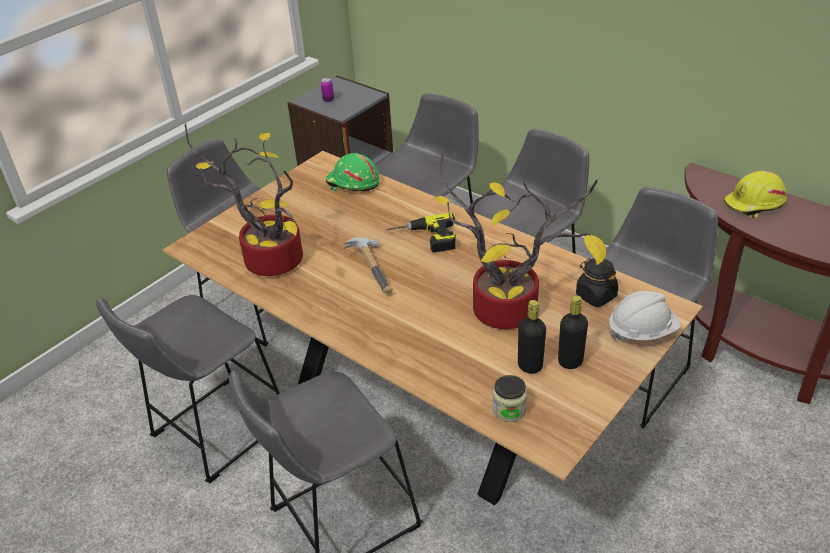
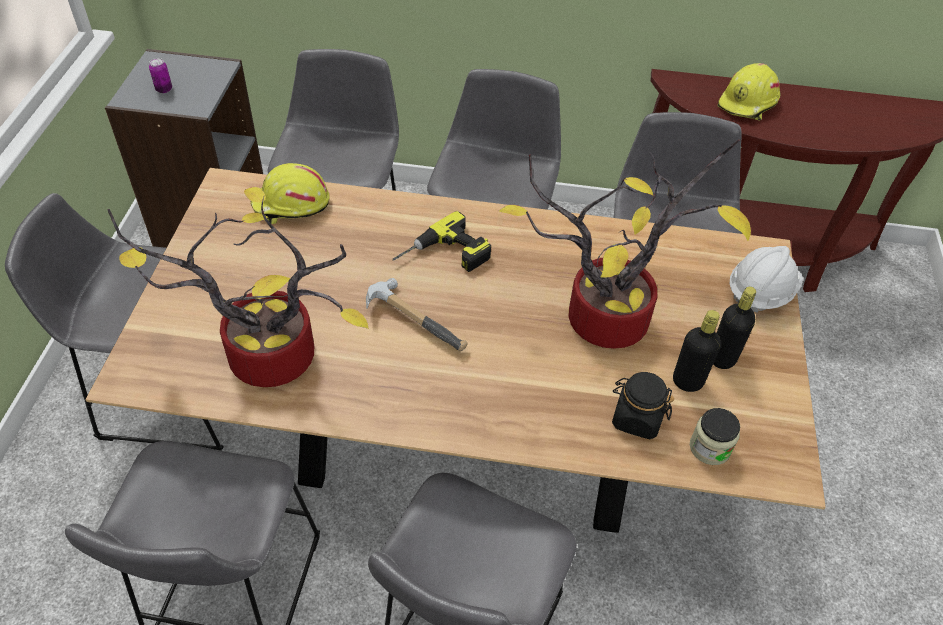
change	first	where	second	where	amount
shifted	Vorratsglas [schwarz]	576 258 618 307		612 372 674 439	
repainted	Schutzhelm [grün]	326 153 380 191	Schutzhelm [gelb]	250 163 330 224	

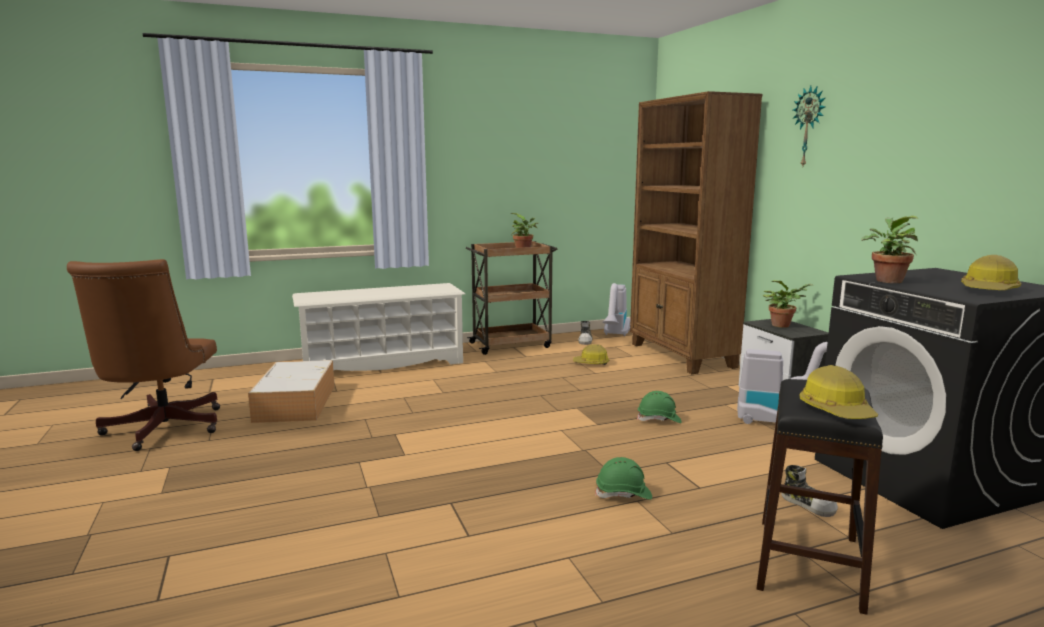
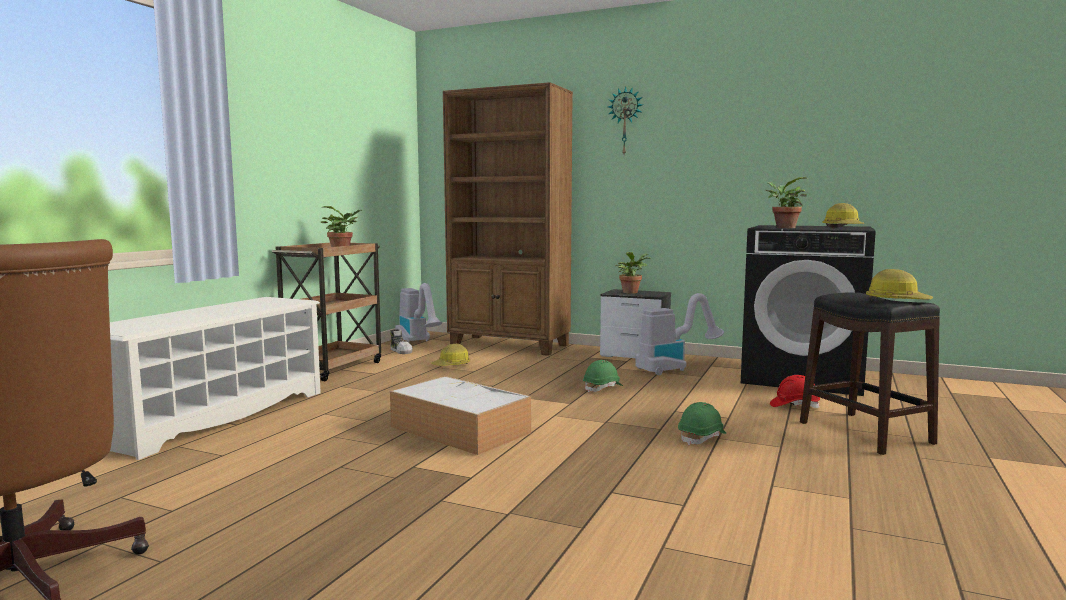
change	first	where	second	where	amount
shifted	Aufbewahrungsbox	248 360 335 423		390 376 531 455	
swapped	Schuh	781 465 838 517	Schutzhelm [rot]	770 375 820 408	

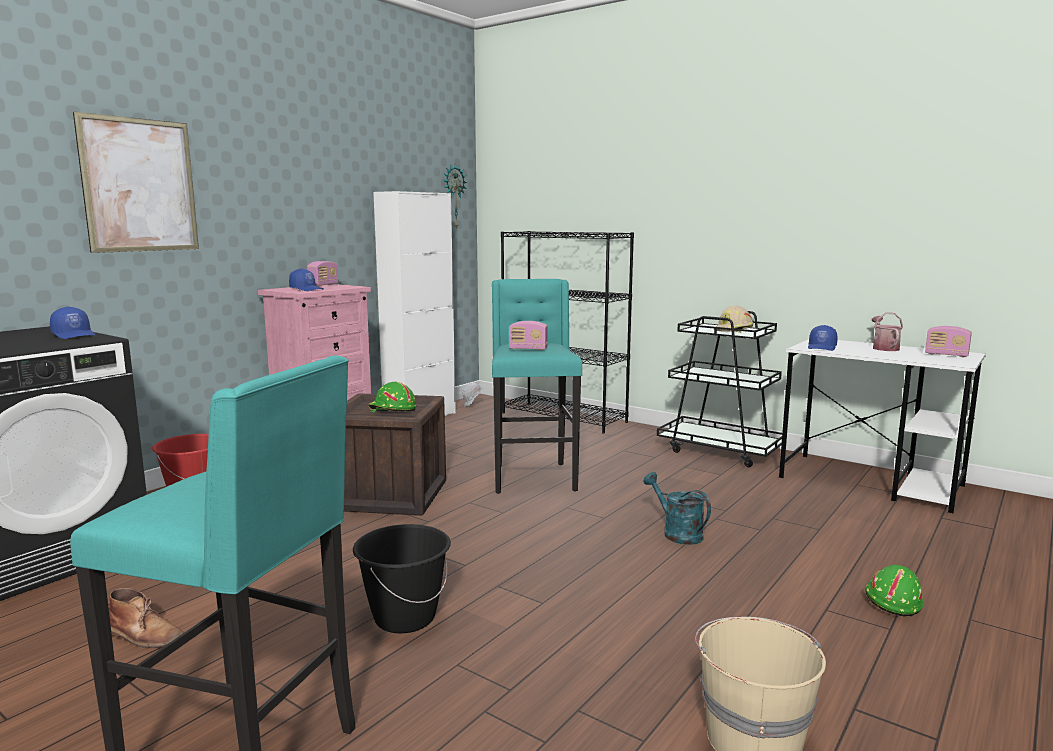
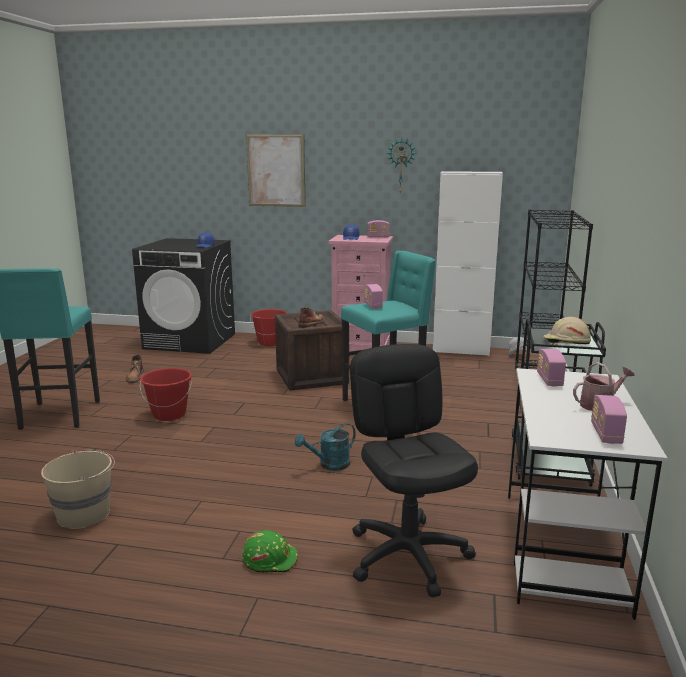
change	first	where	second	where	amount
new			Bürostuhl [schwarz]	350 344 478 598	
shifted	Wanduhr	444 163 467 229		386 138 417 194	
swapped	Schutzhelm [grün]	368 382 416 412	Stiefel [braun]	298 307 325 327	
swapped	Kappe [blau]	808 325 838 351	Radio	537 349 566 386	
repainted	Eimer [schwarz]	353 524 451 633	Eimer [rot]	140 368 192 421	
rotated	Gießkanne [türkis]	643 472 711 545		295 423 356 471	150 degrees counterclockwise

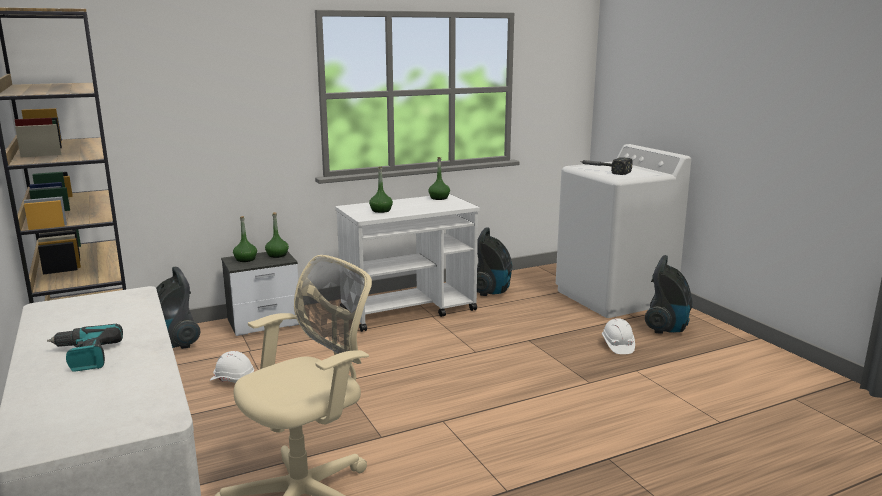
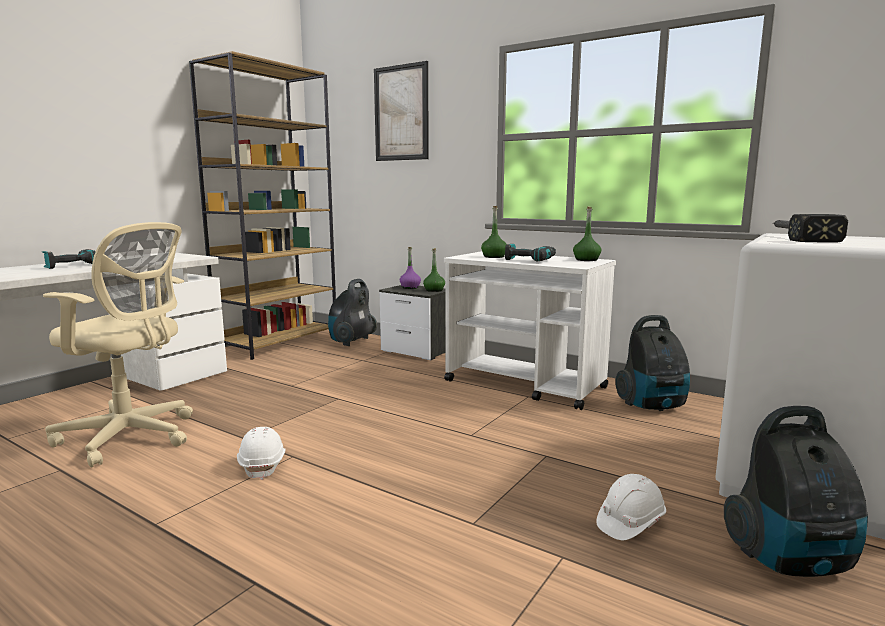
change	first	where	second	where	amount
new			Bild	374 61 429 161	
new			Bohrmaschine	505 244 556 262	
shifted	Schutzhelm [weiß]	210 351 254 383		237 427 286 480	
repainted	Flasche [grün]	233 216 257 262	Flasche [lila]	400 247 421 289	

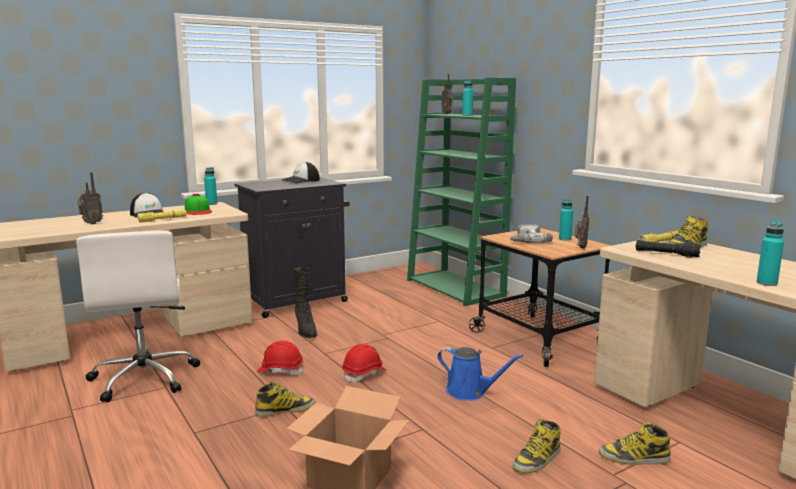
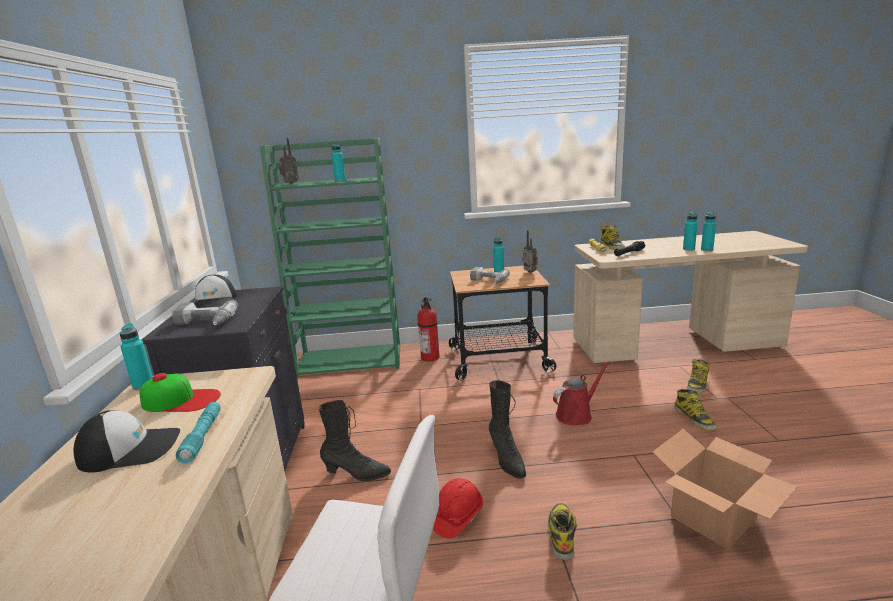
change	first	where	second	where	amount
gone	Radio	78 172 103 225			
new			Bohrmaschine	172 300 238 325	
new			Feuerlöscher	418 297 440 361	
new			Flasche [türkis]	683 212 698 251	
swapped	Schutzhelm [rot]	342 344 386 383	Stiefel [schwarz]	489 380 526 479	
repainted	Taschenlampe [gelb]	137 209 187 222	Taschenlampe [türkis]	176 402 221 463	
repainted	Gießkanne [blau]	437 347 523 401	Gießkanne [rot]	553 361 611 425	

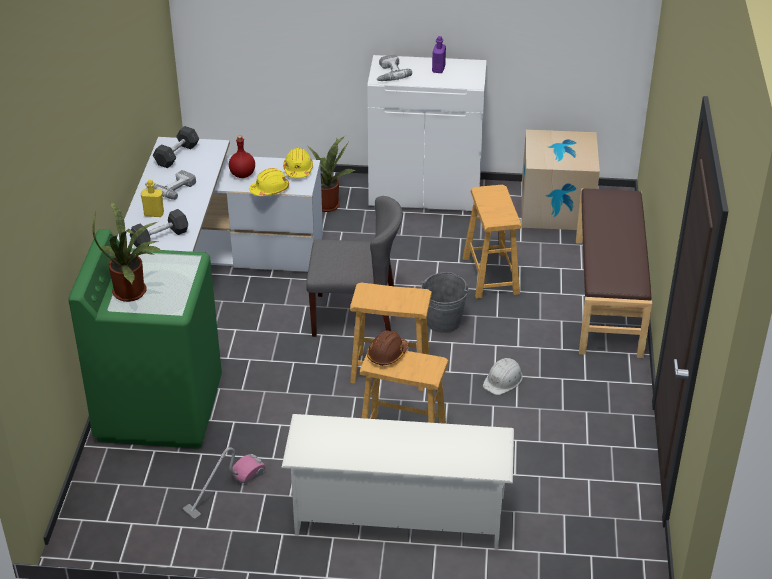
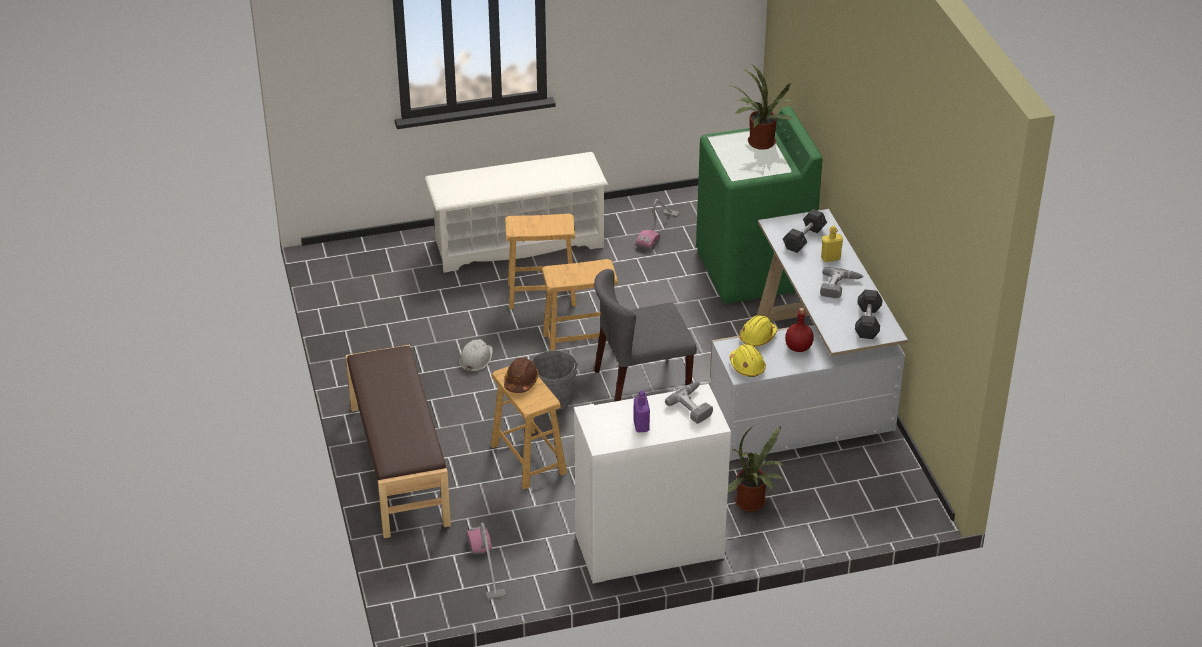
change	first	where	second	where	amount
shifted	Schutzhelm [braun]	367 330 408 366		504 358 539 393	
swapped	Karton	521 130 600 230	Staubsauger	467 522 506 600	

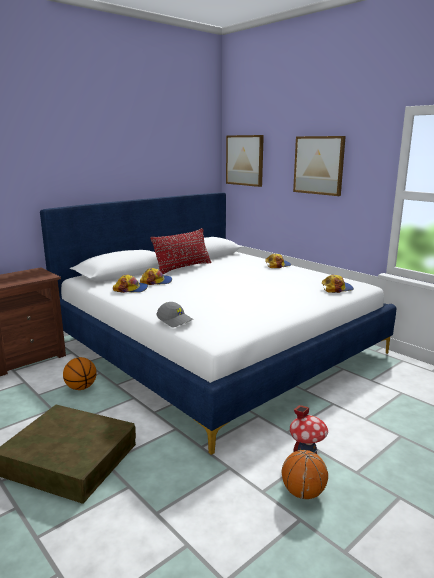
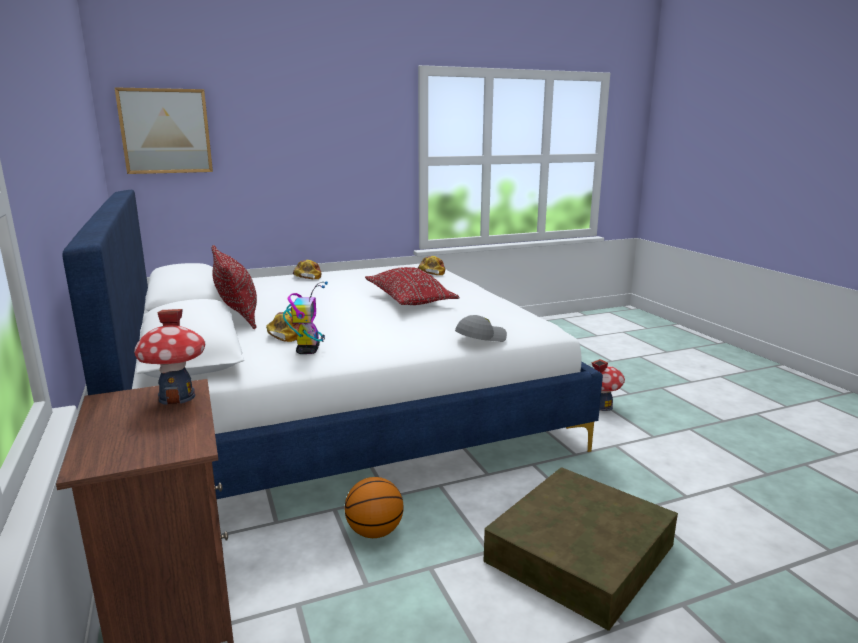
change	first	where	second	where	amount
gone	Basketball	282 450 328 499			
gone	Bild	293 136 346 196			
new			Spielzeughaus	134 309 205 405	
new			Kissen [rot]	365 267 460 305	
swapped	Kappe	113 274 148 293	Spielzeugroboter	283 281 328 354	

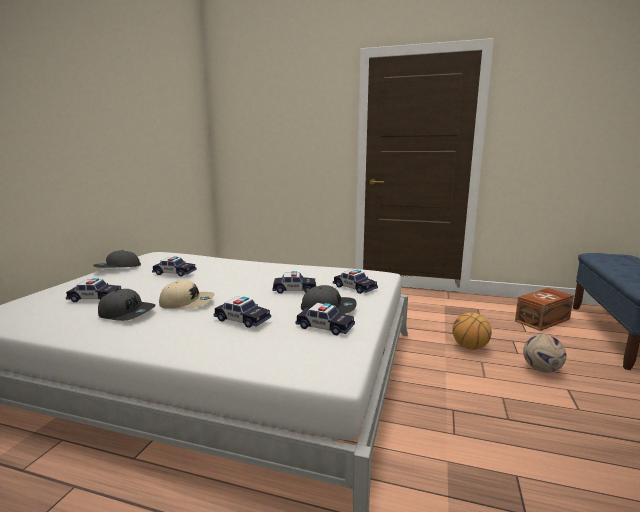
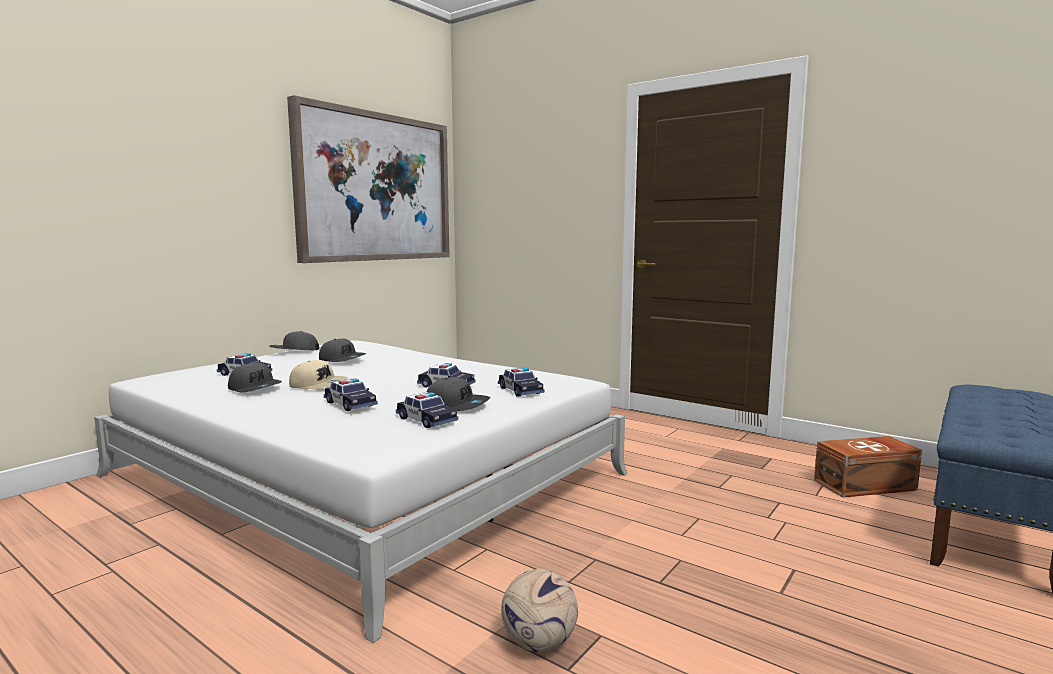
change	first	where	second	where	amount
gone	Basketball	452 312 492 350			
new			Bild	287 95 450 263	
shifted	Fußball	523 334 567 373		501 569 578 652	
swapped	Spielzeugauto	152 257 196 276	Kappe [grau]	319 339 366 362	

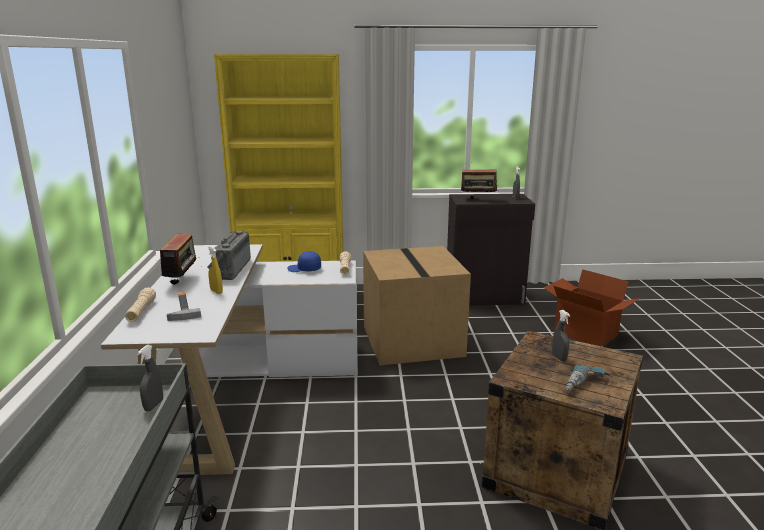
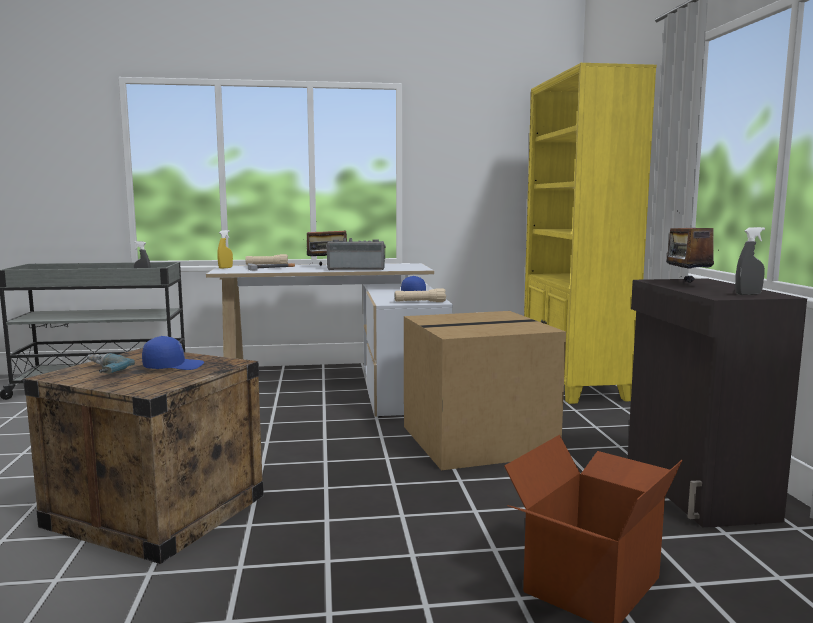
change	first	where	second	where	amount
shifted	Sprühflasche [gelb]	208 246 223 294		217 230 233 269	
swapped	Sprühflasche [grau]	552 310 570 362	Kappe [blau]	142 336 204 370	

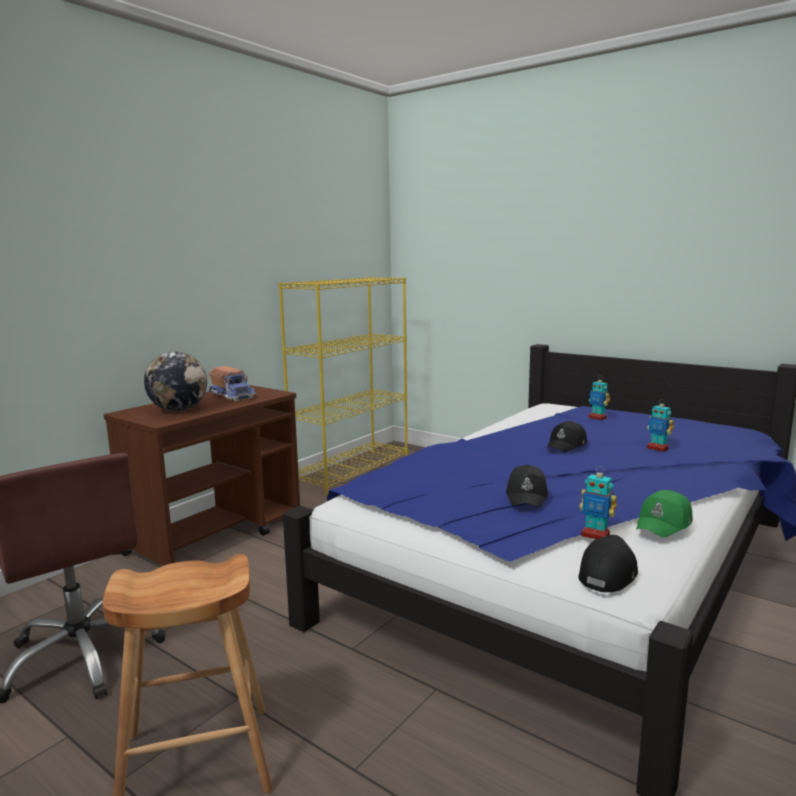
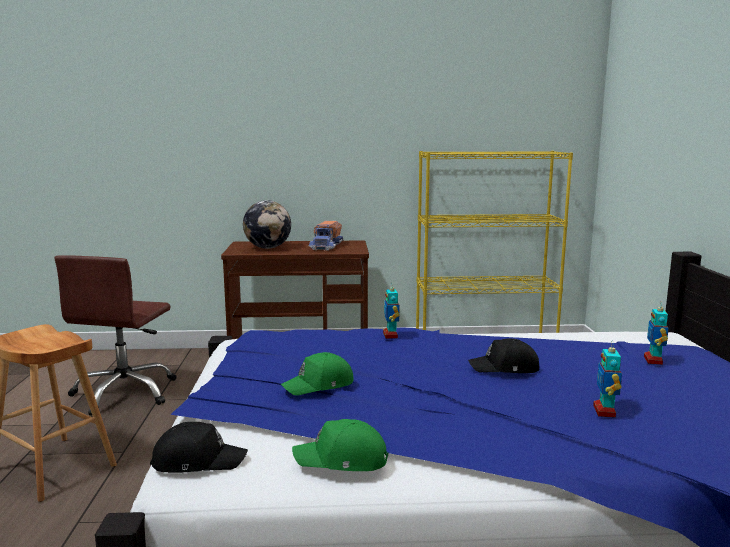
change	first	where	second	where	amount
shifted	Spielzeugroboter	579 466 617 539		383 283 400 339	
repainted	Kappe [schwarz]	506 465 548 508	Kappe [grün]	281 352 353 396	

